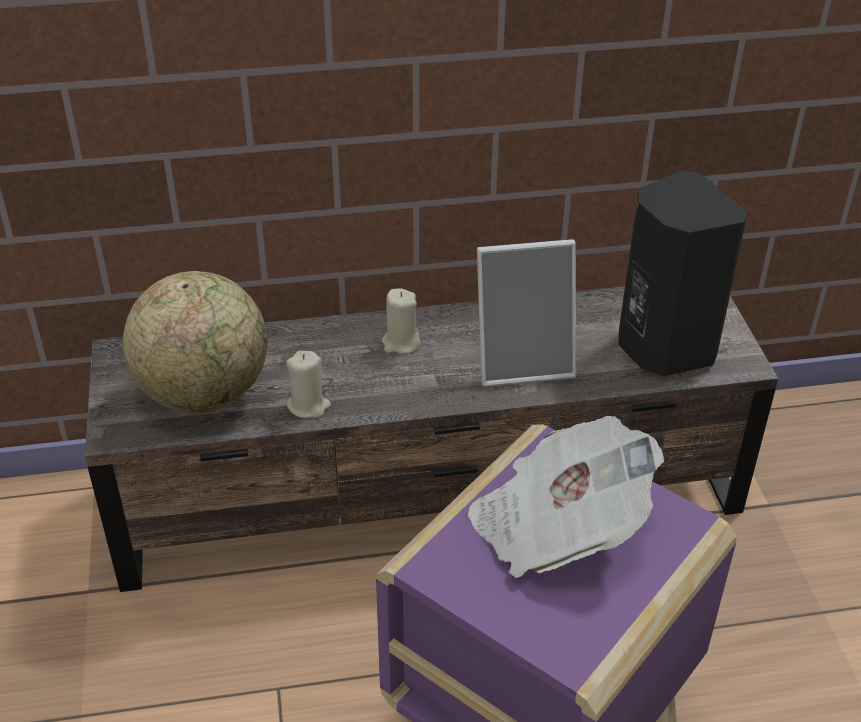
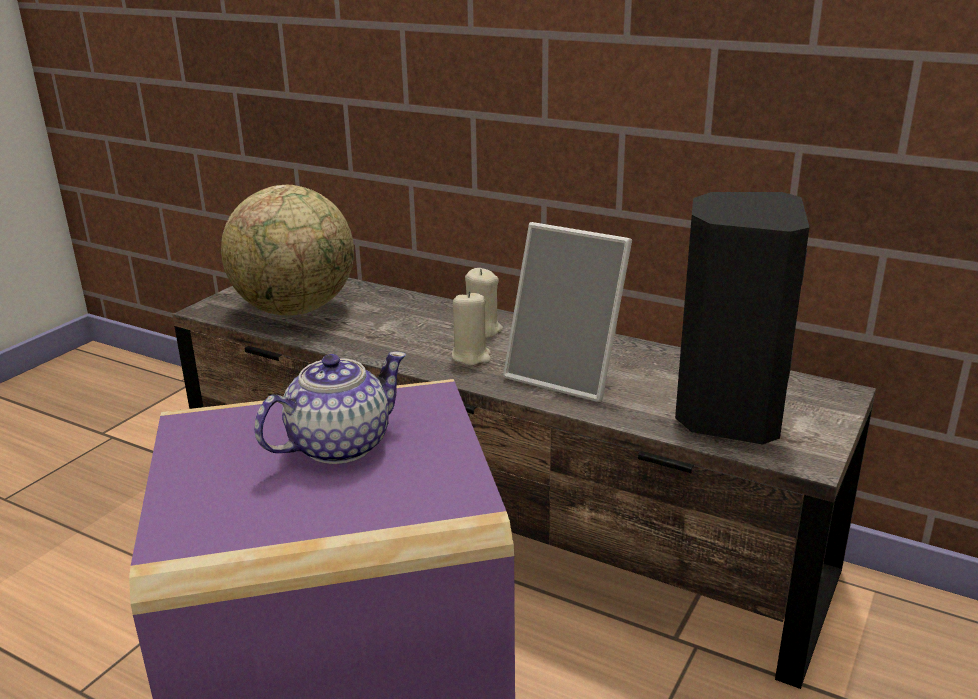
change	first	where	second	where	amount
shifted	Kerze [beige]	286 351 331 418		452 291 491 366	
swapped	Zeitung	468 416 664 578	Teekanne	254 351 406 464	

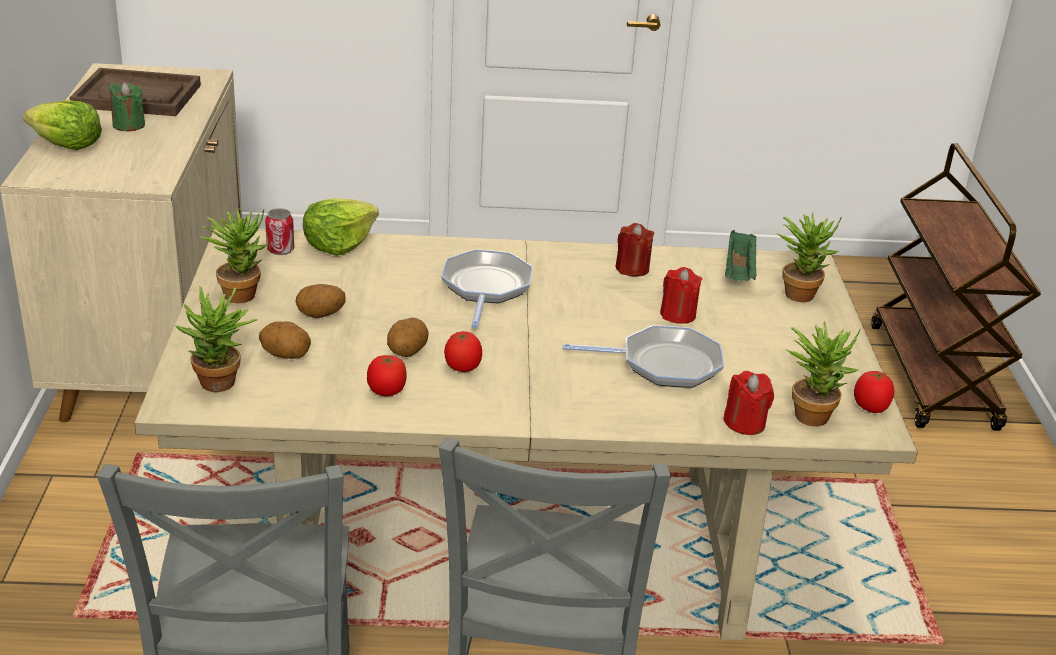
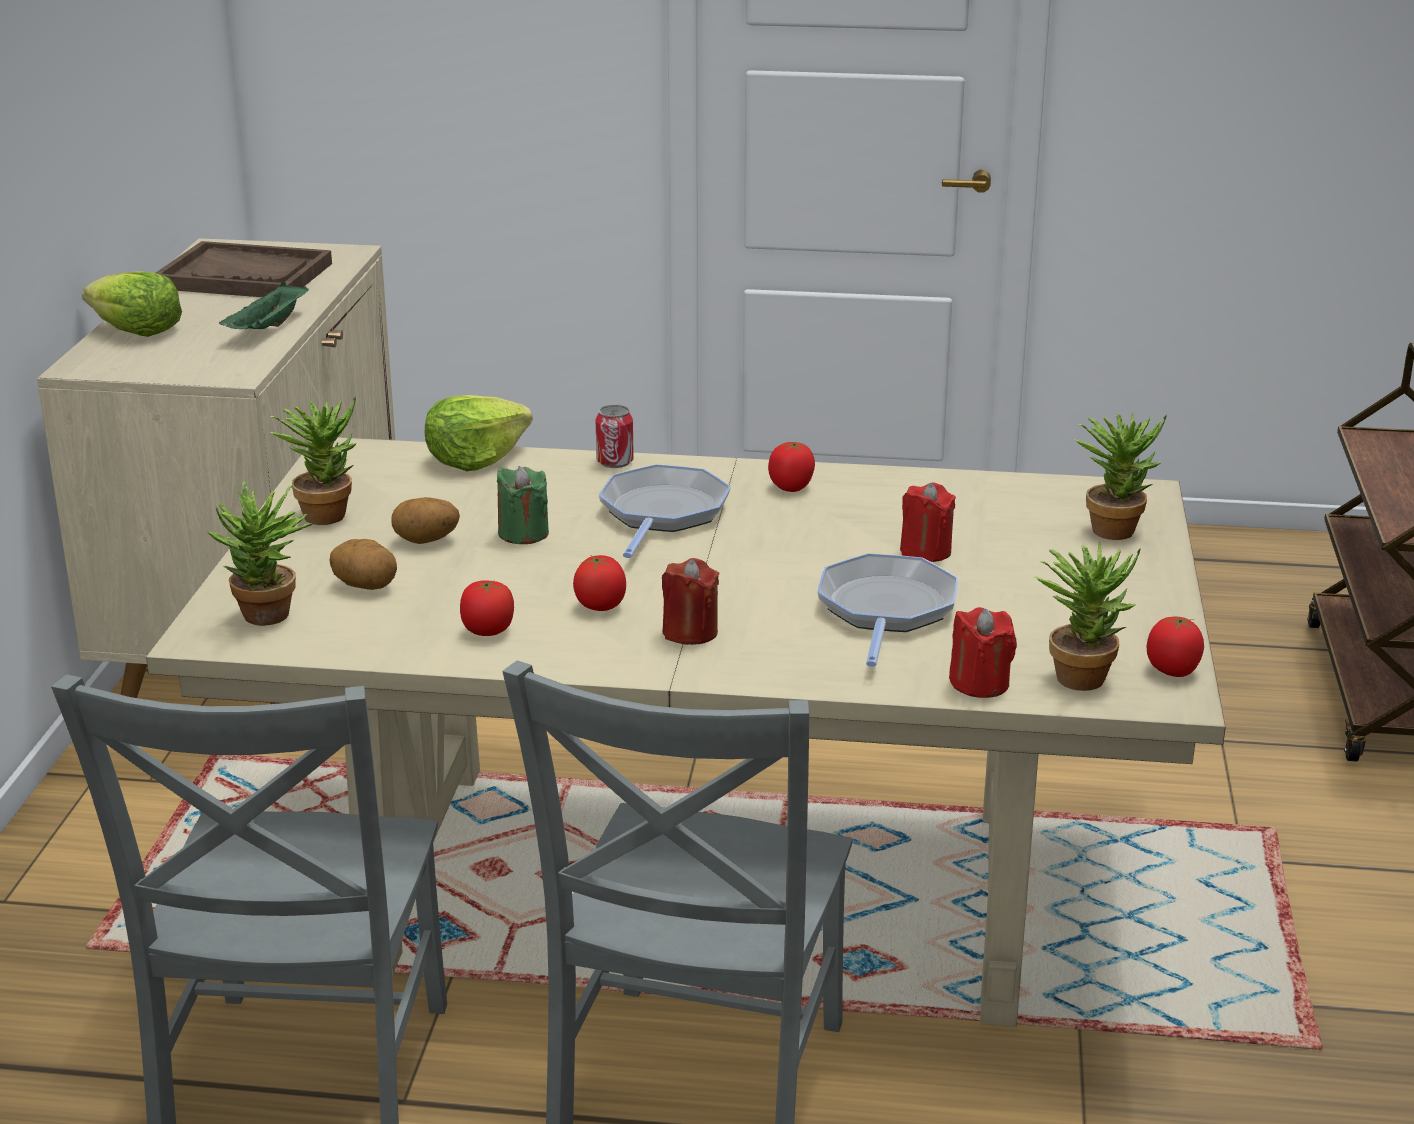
change	first	where	second	where	amount
gone	Kartoffel	387 318 429 357			
new			Tomate	768 442 815 492	
shifted	Kerze [grün]	109 82 145 131		497 466 549 544	
shifted	Dose	265 208 294 255		596 405 634 468	
shifted	Kerze [rot]	615 223 654 277		662 558 719 645	
shifted	Tablett [grün]	725 230 757 281		219 282 309 329	
rotated	Pfanne	563 325 724 388		817 553 959 667	90 degrees counterclockwise

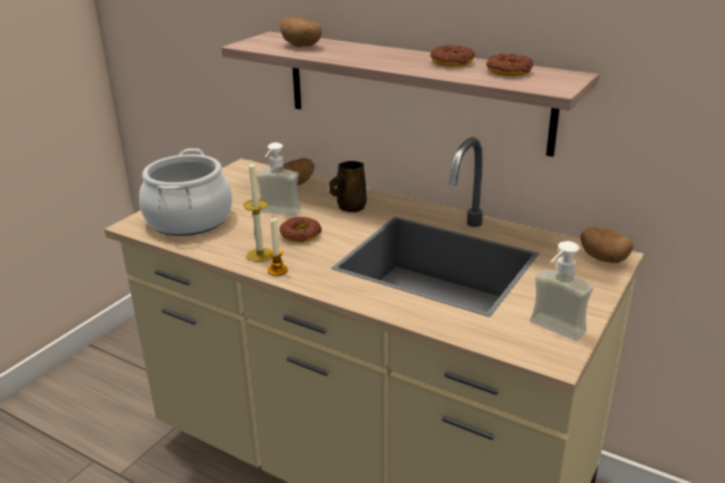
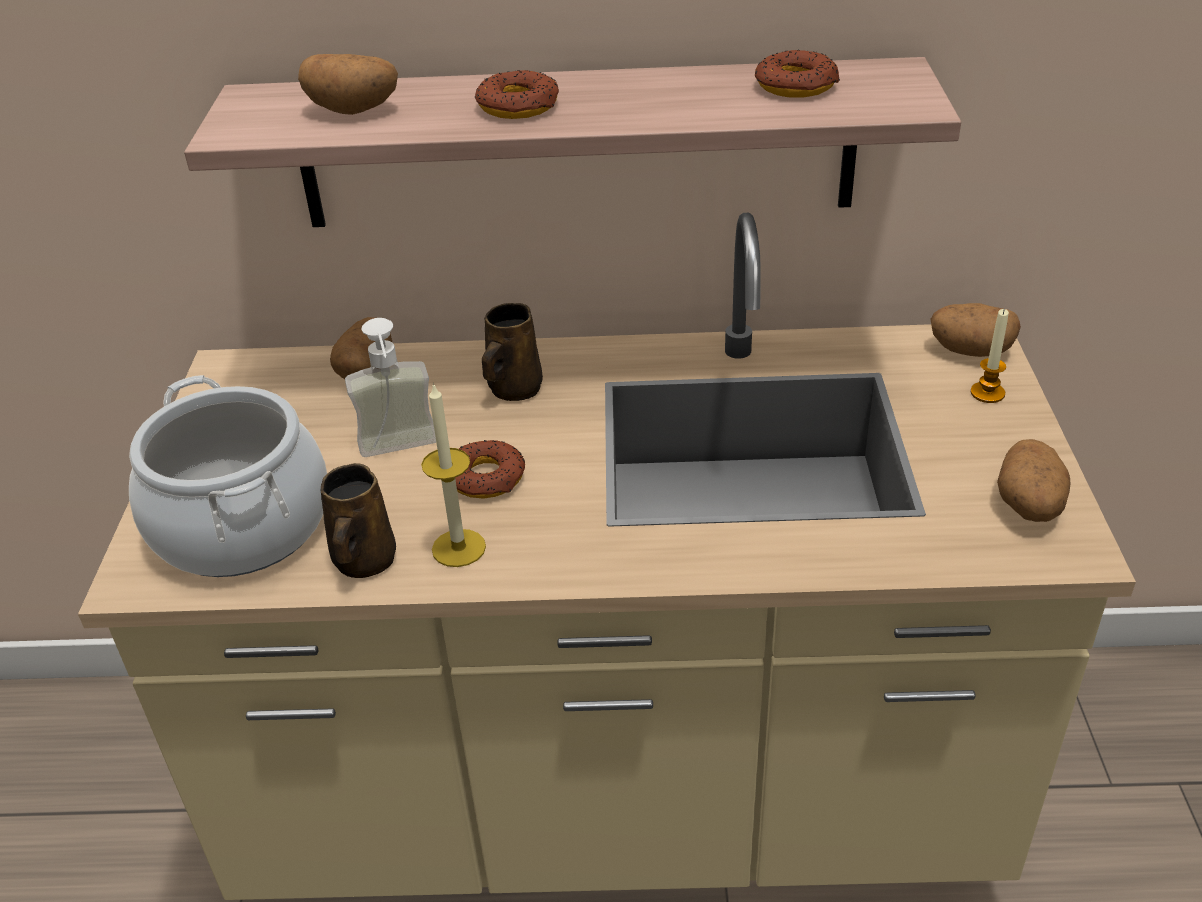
change	first	where	second	where	amount
new			Henkelbecher [braun]	321 463 396 578	
shifted	Kerze	268 218 288 276		971 309 1009 403	
shifted	Donut	430 45 475 67		475 70 559 119	
swapped	Seifenspender	530 241 593 341	Kartoffel	997 439 1071 522	

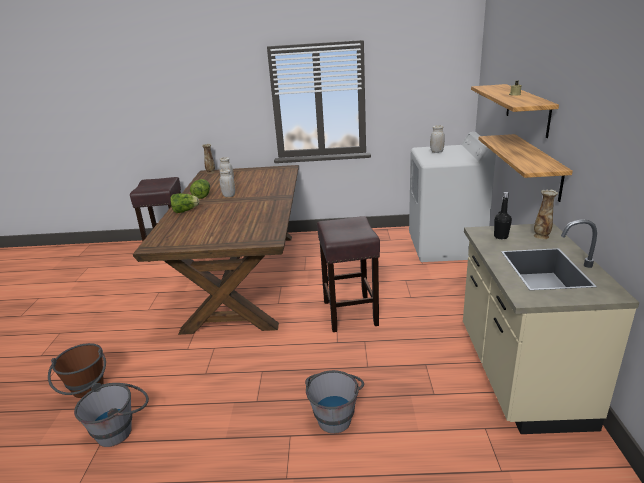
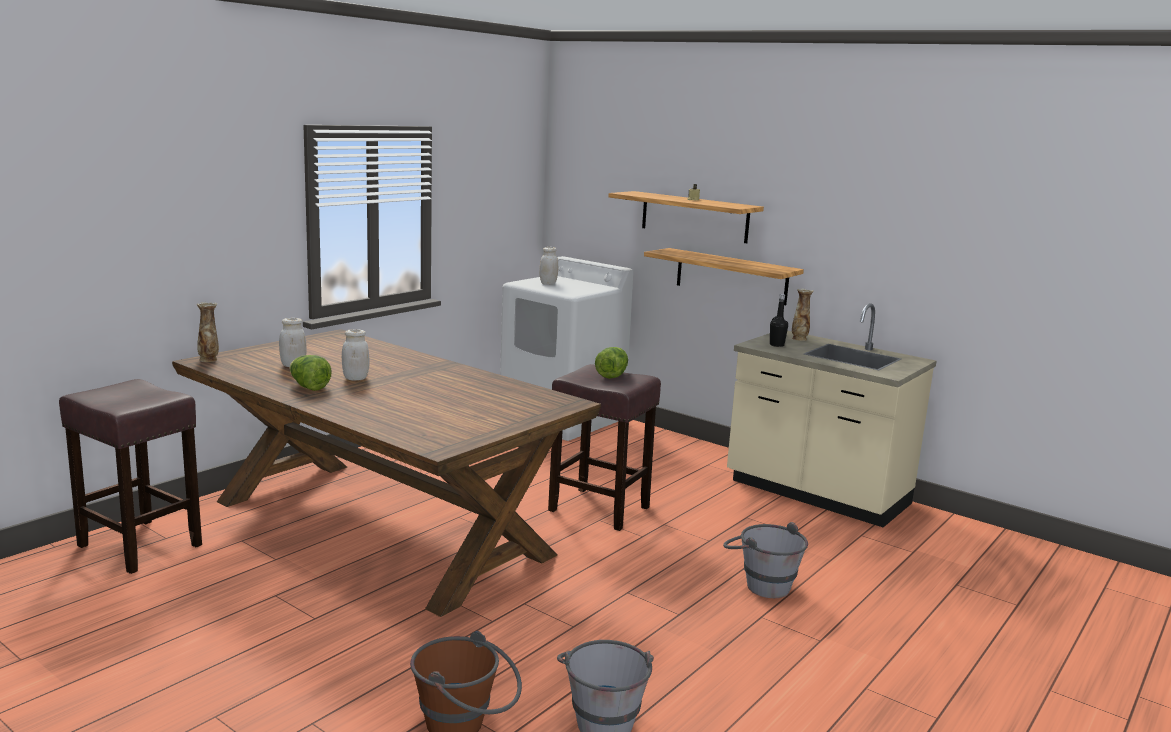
change	first	where	second	where	amount
shifted	Salatkopf	170 193 199 213		595 347 628 379	

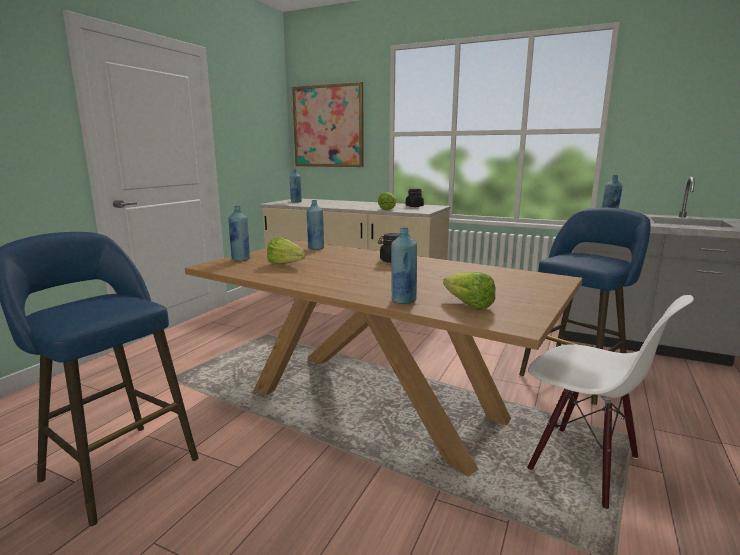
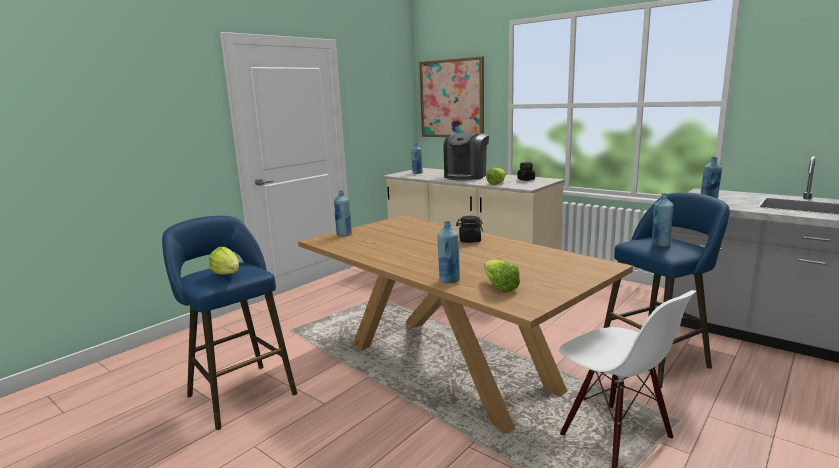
change	first	where	second	where	amount
new			Kaffeemaschine	443 133 489 180	
shifted	Salatkopf	267 237 306 264		209 247 239 275	
shifted	Flasche [blau]	306 200 325 250		651 193 674 247	

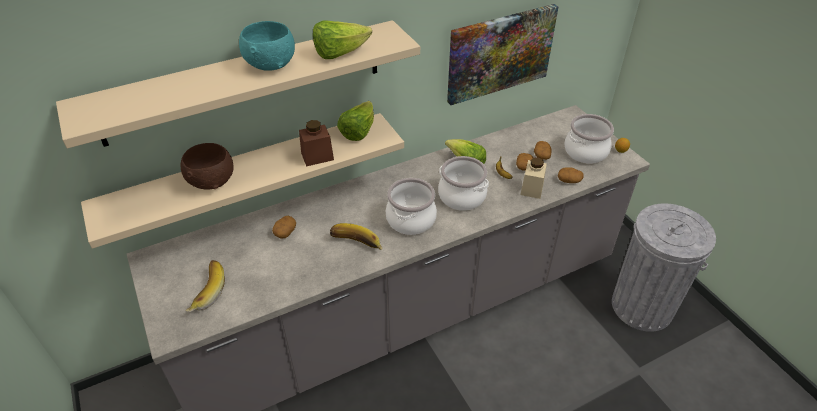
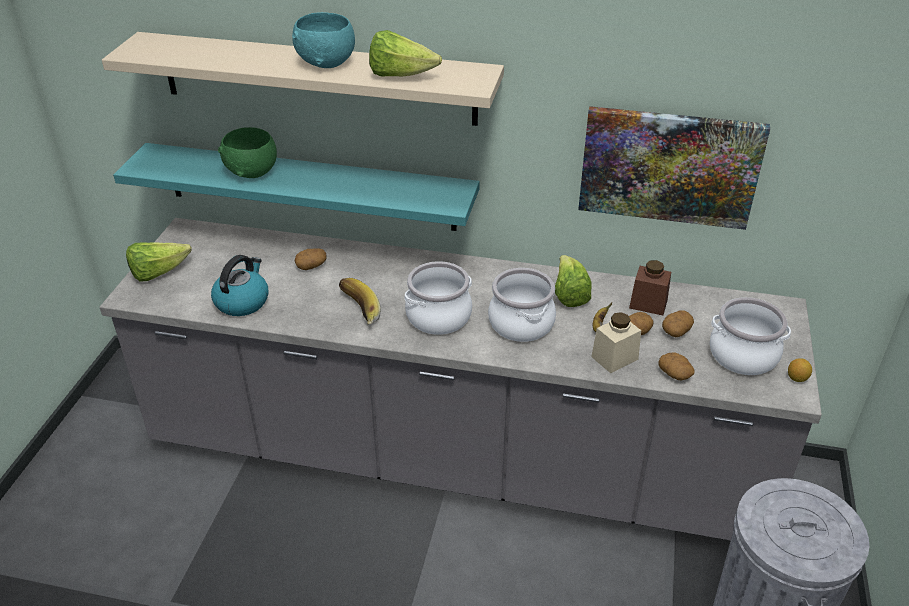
change	first	where	second	where	amount
gone	Banane	186 260 225 312			
new			Wasserkessel	211 255 268 316	
shifted	Vorratsglas [braun]	299 120 334 167		629 260 671 315	
shifted	Salatkopf	337 101 374 141		126 242 191 282	
repainted	Wandregal [beige]	81 113 404 249	Wandregal [türkis]	113 143 480 231	
repainted	Schüssel [braun]	180 143 234 190	Schüssel [grün]	218 127 277 178	

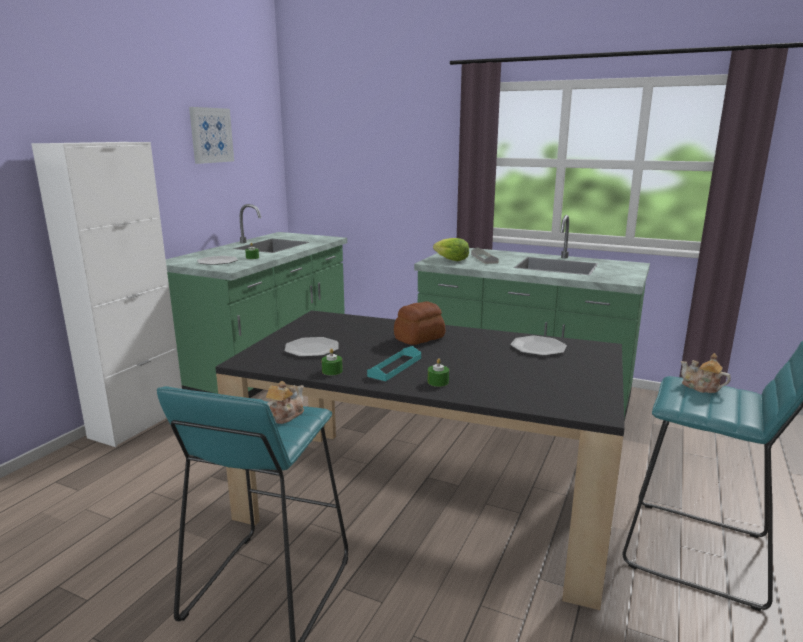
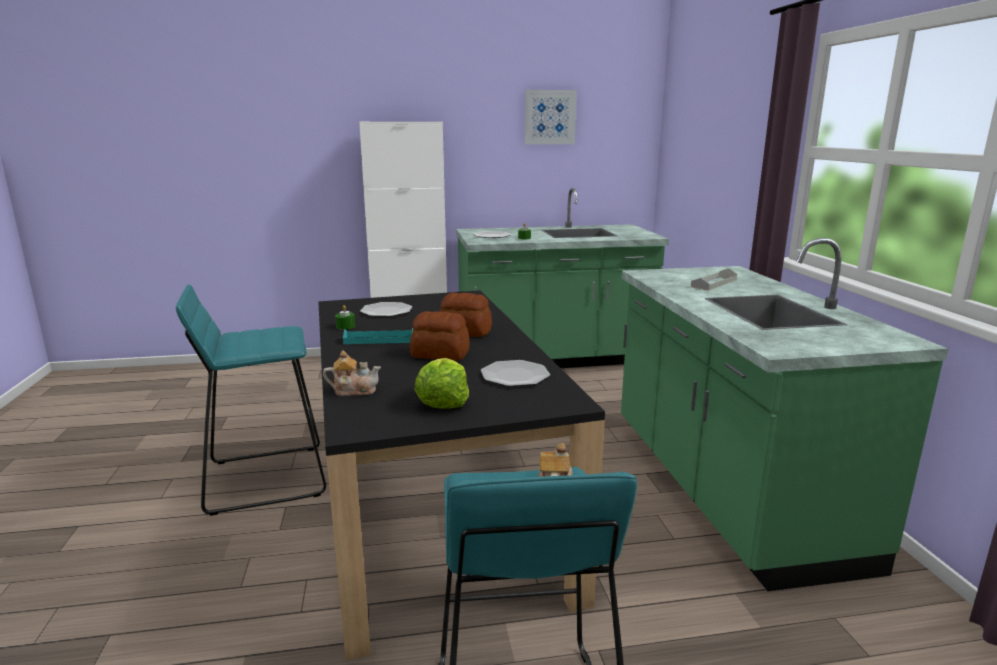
change	first	where	second	where	amount
gone	Kerze [grün]	428 358 449 387			
new			Brot	410 311 469 361	
shifted	Teekanne	266 381 304 424		323 350 381 396	
shifted	Salatkopf	433 238 469 261		414 358 469 409	

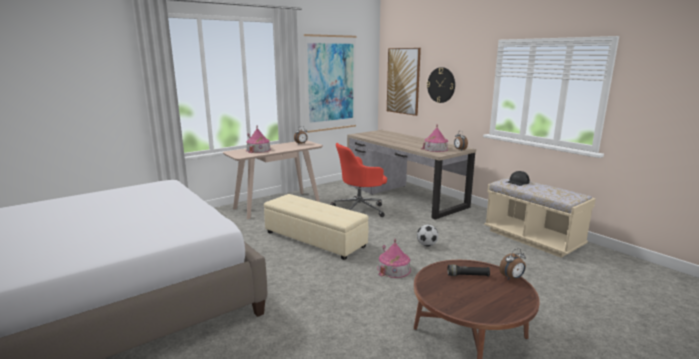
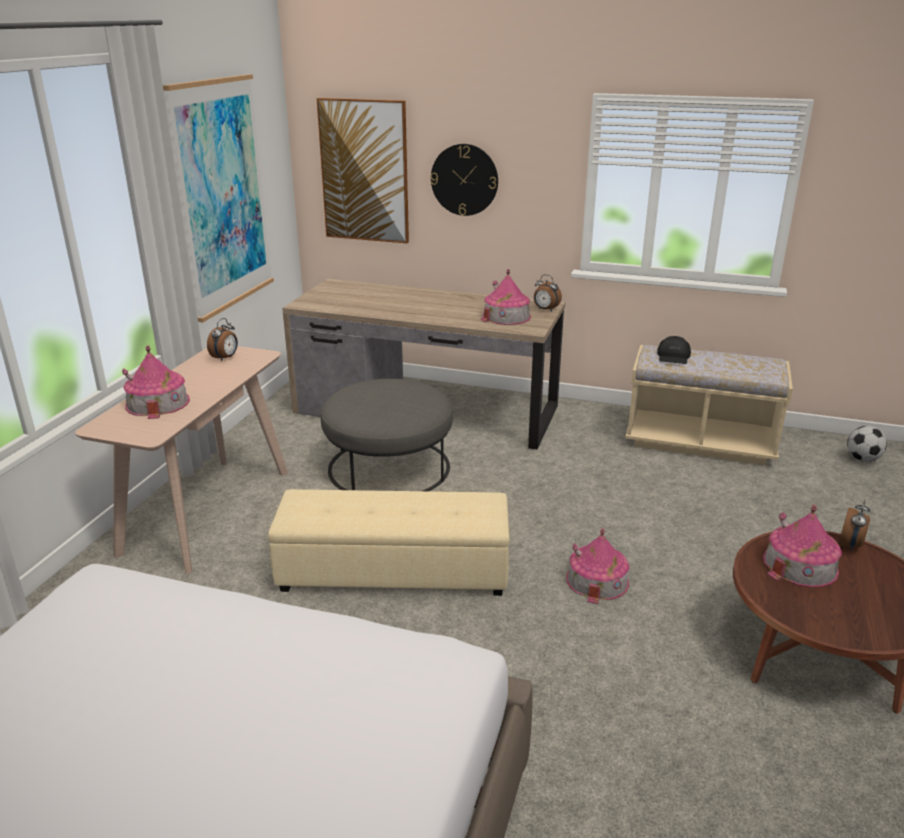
change	first	where	second	where	amount
shifted	Fußball	417 225 439 246		847 426 887 462	
swapped	Bürostuhl [rot]	331 143 387 217	Polsterhocker [grau]	320 379 453 491	
swapped	Taschenlampe [schwarz]	448 265 490 276	Spielzeughaus	763 505 842 588	

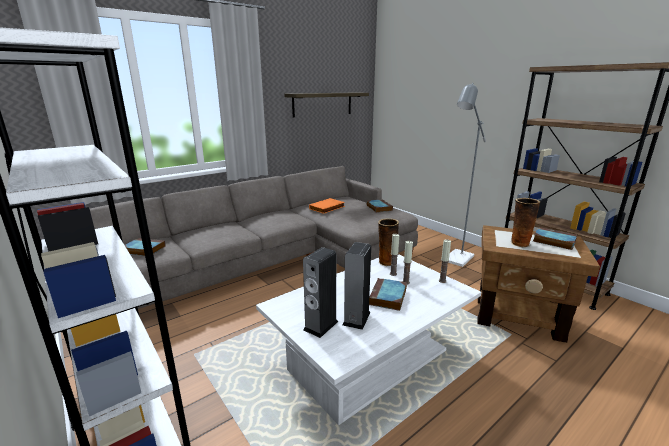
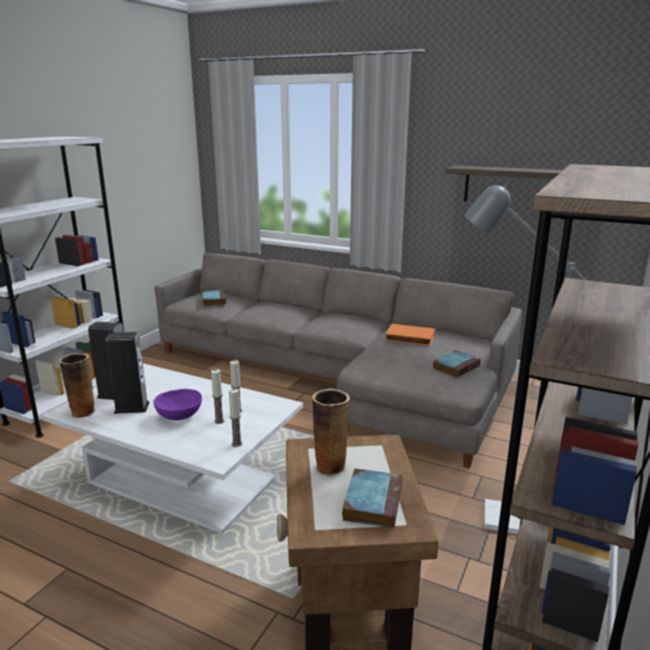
change	first	where	second	where	amount
shifted	Vase	378 218 399 266		59 353 96 418	
swapped	Buch	369 278 407 311	Schüssel [lila]	154 389 202 420	

